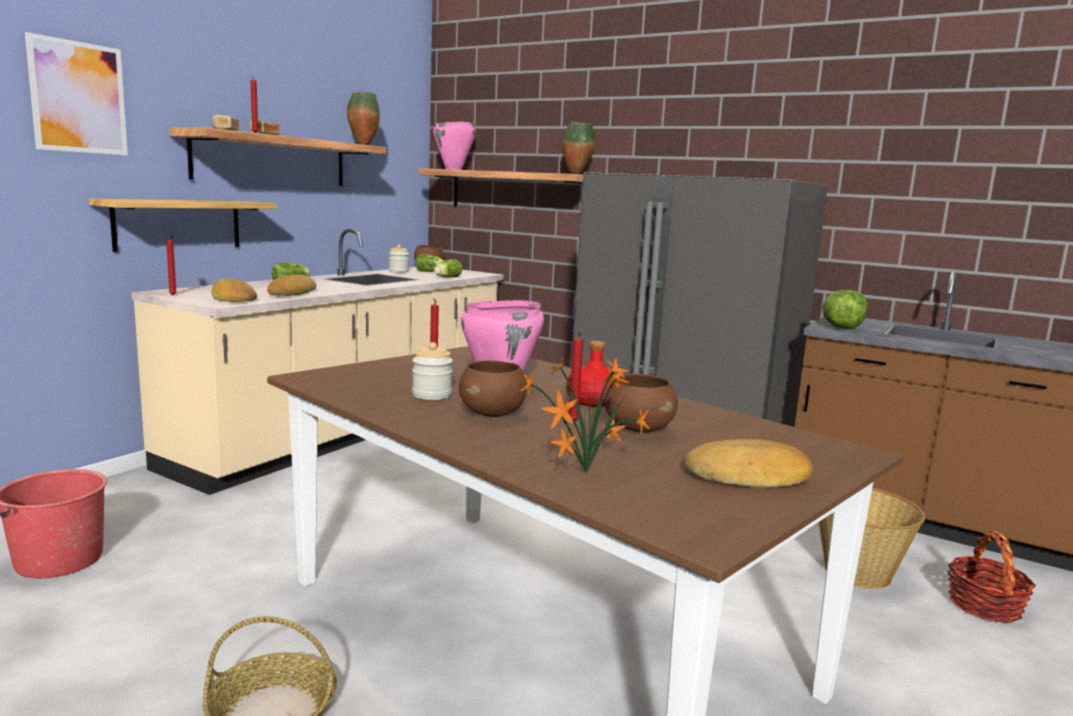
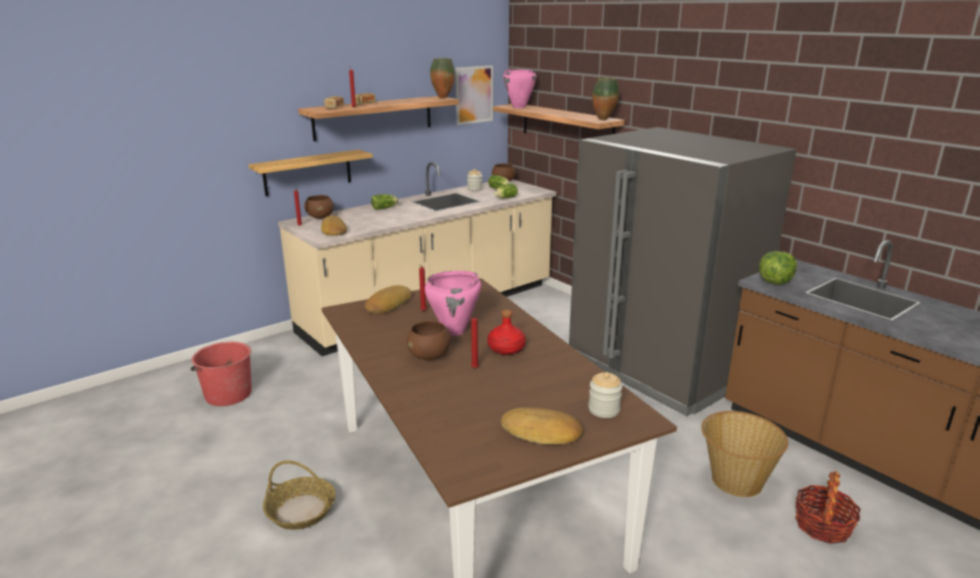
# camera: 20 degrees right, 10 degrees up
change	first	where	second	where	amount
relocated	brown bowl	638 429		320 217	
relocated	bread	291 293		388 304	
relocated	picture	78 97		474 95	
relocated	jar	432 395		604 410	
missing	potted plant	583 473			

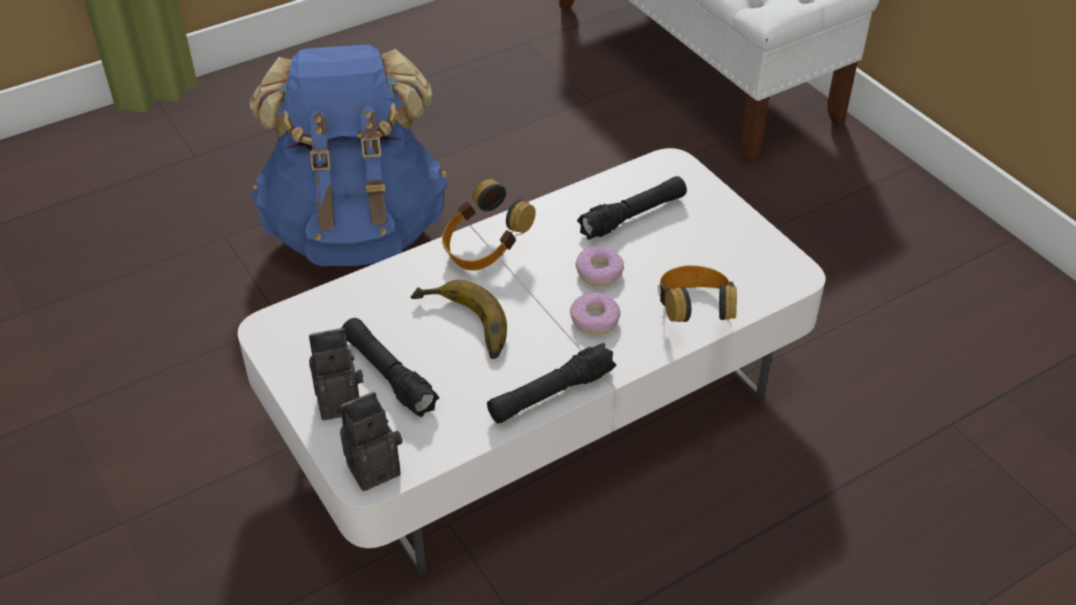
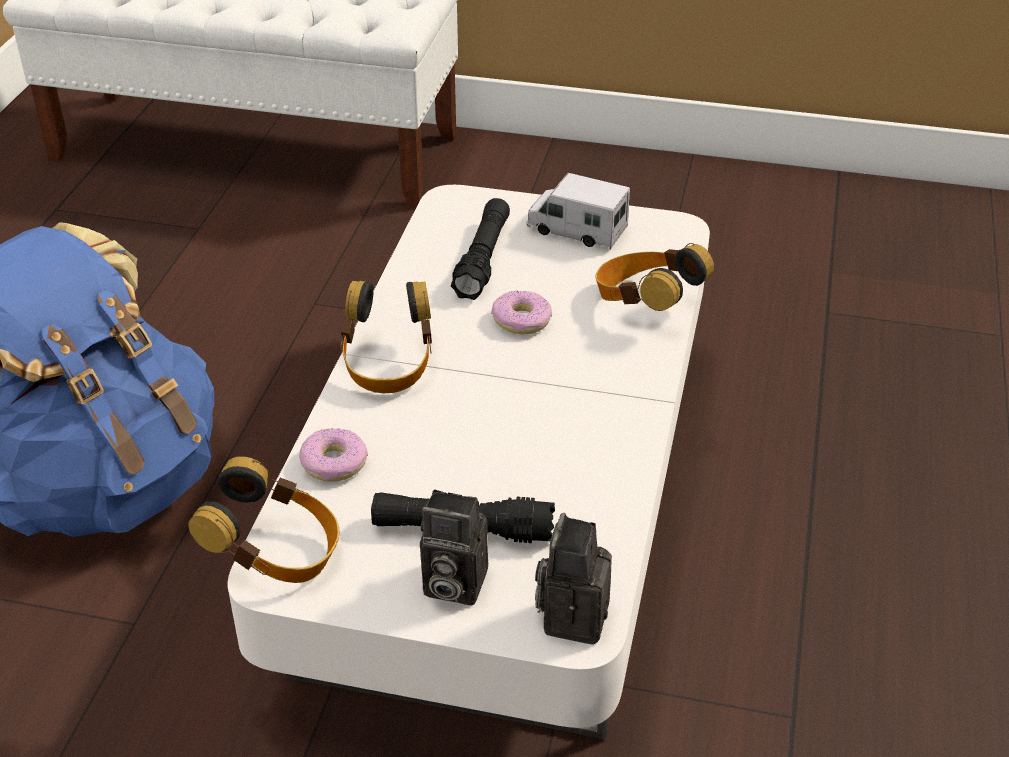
# camera: 45 degrees left, 5 degrees down
change	first	where	second	where	amount
appeared			headphones	276 554	
relocated	donut	594 319		333 463	
spun	photo camera	341 400		450 584	105 degrees counterclockwise
appeared			toy truck	576 230	
missing	banana	460 327			
missing	black flashlight	551 394			

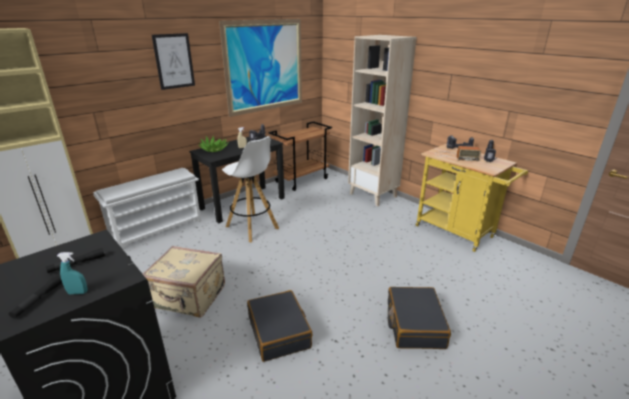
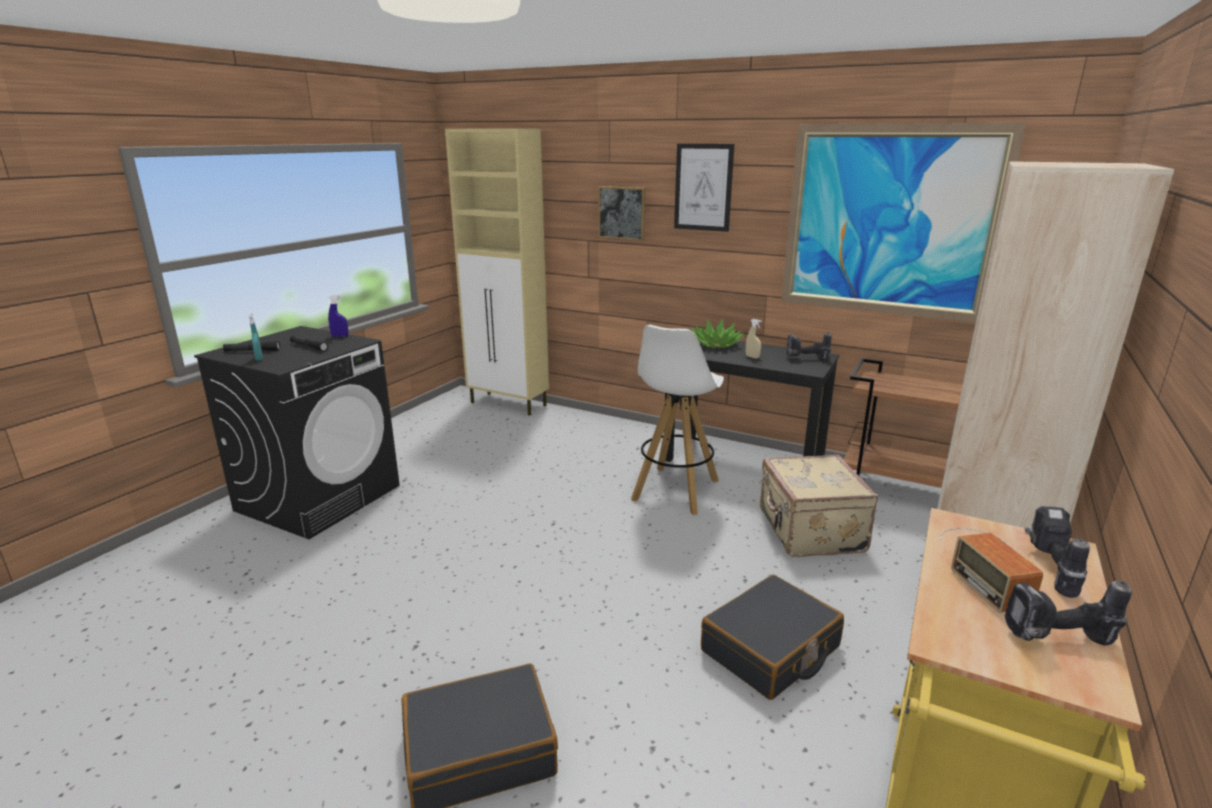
# camera: 70 degrees right, 5 degrees down
change	first	where	second	where	amount
appeared			blue spray bottle	340 336	
appeared			picture	622 213	
relocated	black suitcase	279 332		770 650	
relocated	beige suitcase	188 297		809 531	
missing	white shoe rack	158 229			

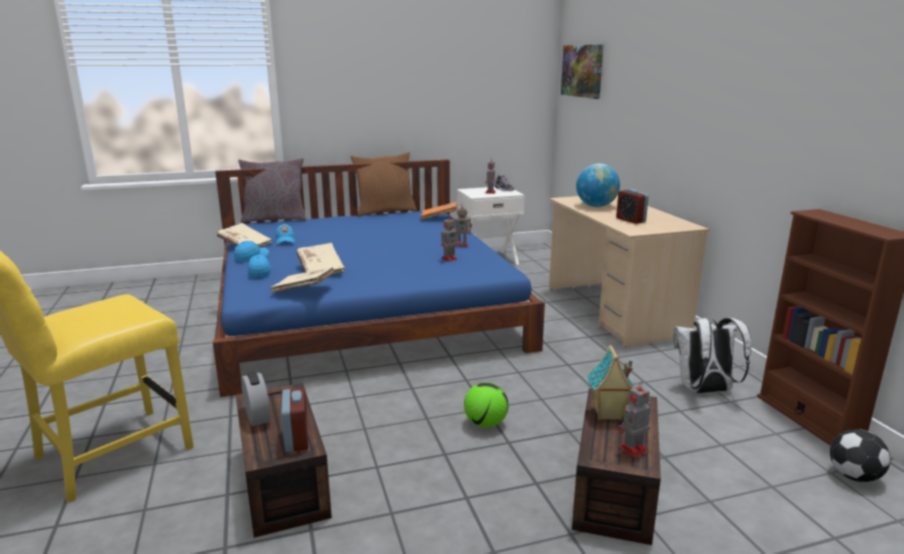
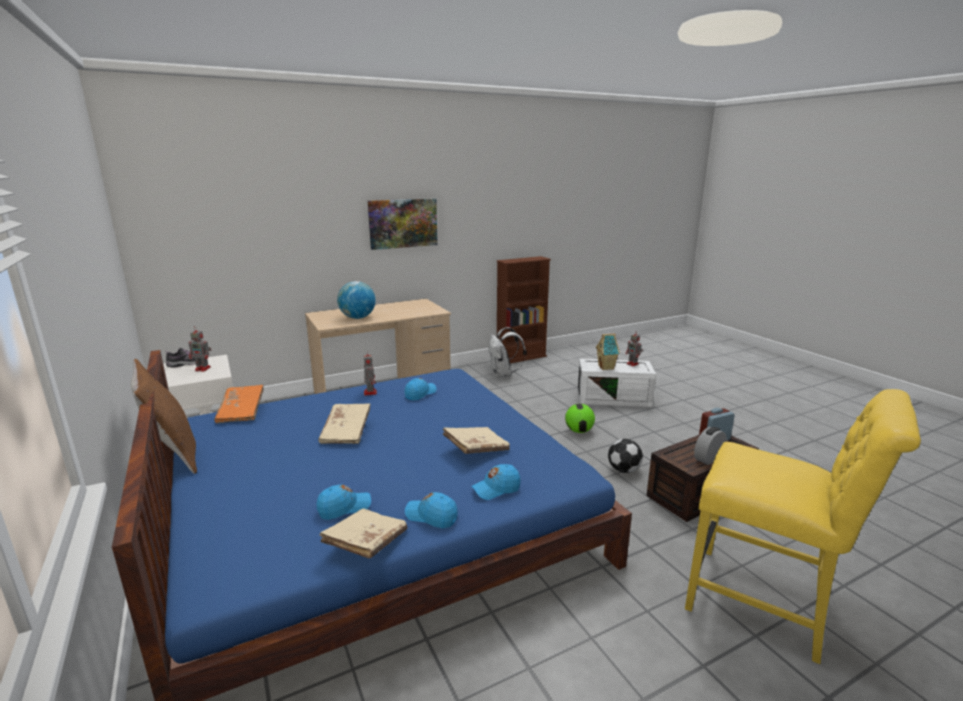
# camera: 100 degrees left, 0 degrees up
change	first	where	second	where	amount
relocated	beige book	304 289		346 432	
relocated	picture	582 71		403 223	
exchanged	toy robot	449 258	blue cap	420 394	
colour	brown storage box	616 490	white storage box	614 397	
relocated	football	854 476		623 469	
missing	grey pillow	275 219			
missing	alarm clock	630 220			

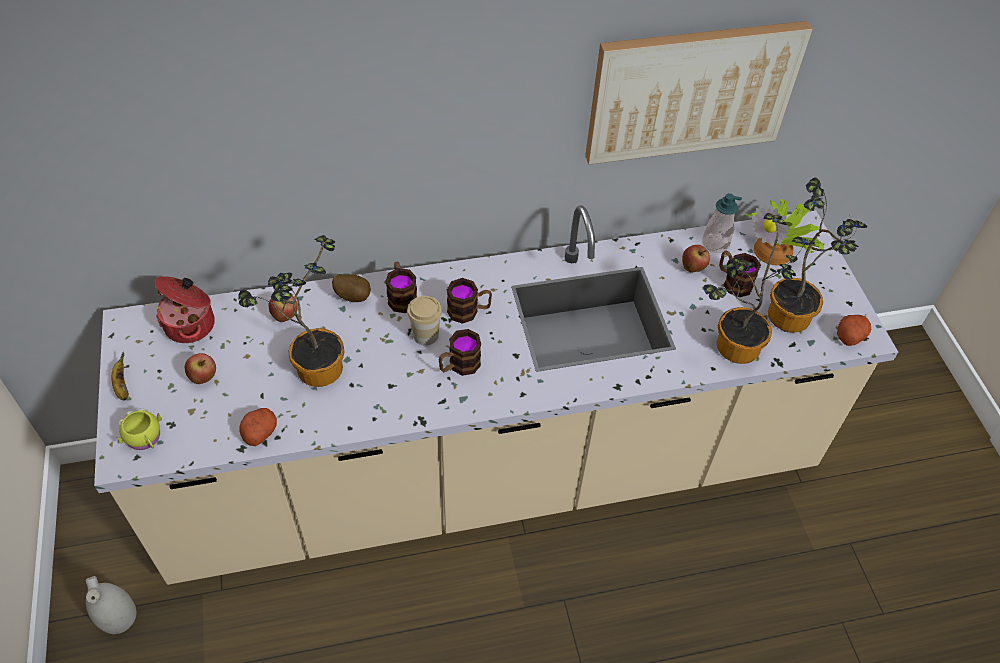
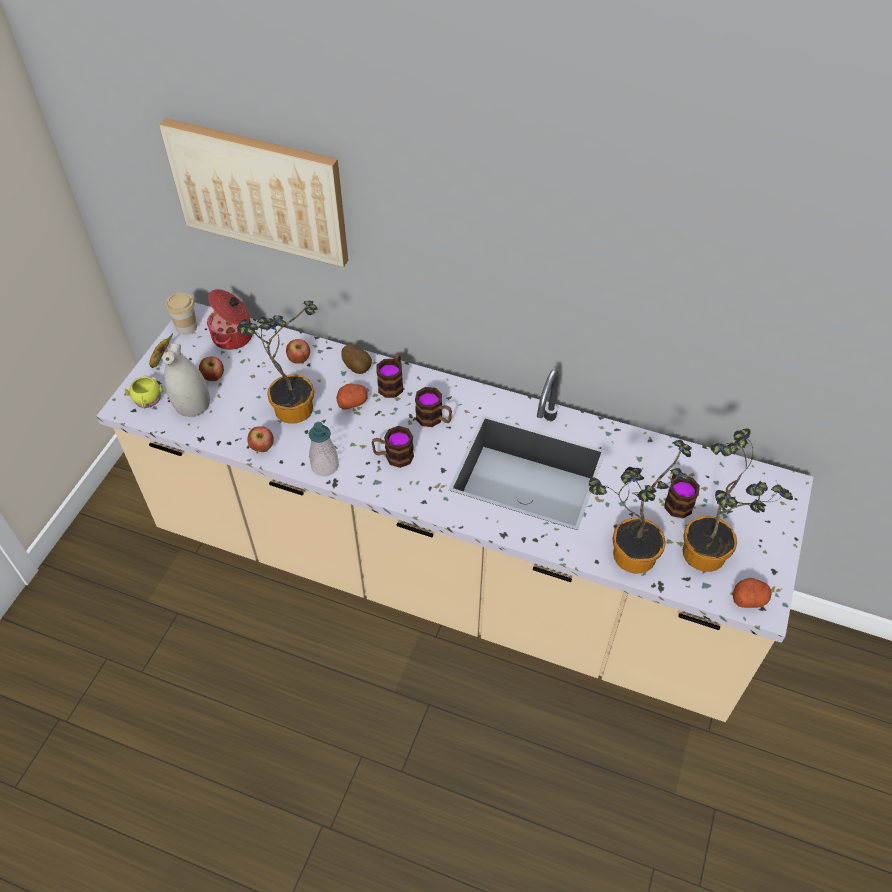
# camera: 35 degrees right, 0 degrees up
change	first	where	second	where	amount
relocated	picture	691 91		259 191	
relocated	white vase	119 619		192 406	
relocated	cup	425 335		186 327	
relocated	apple	693 268		262 448	
relocated	soap dispenser	715 243		325 466	
relocated	potato	260 432		352 402	
missing	potted plant	776 250			

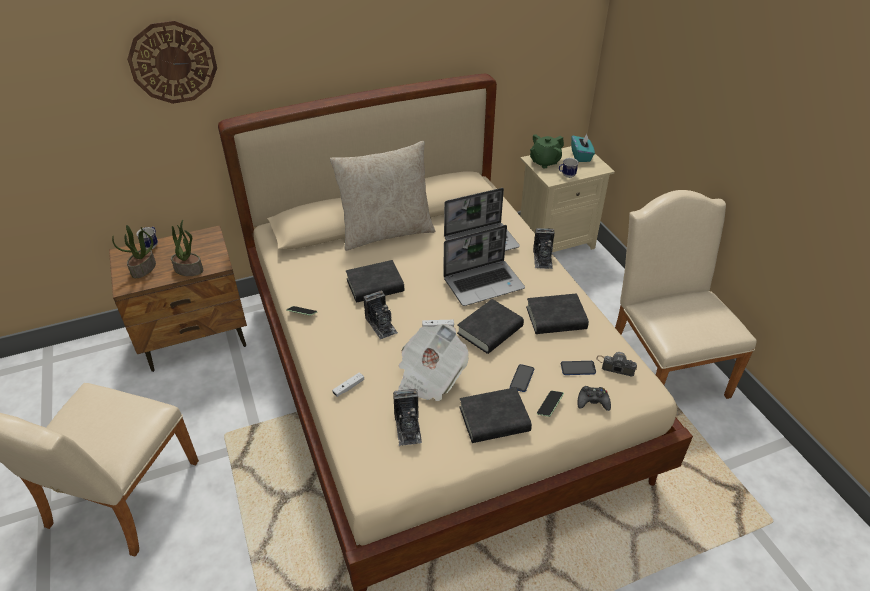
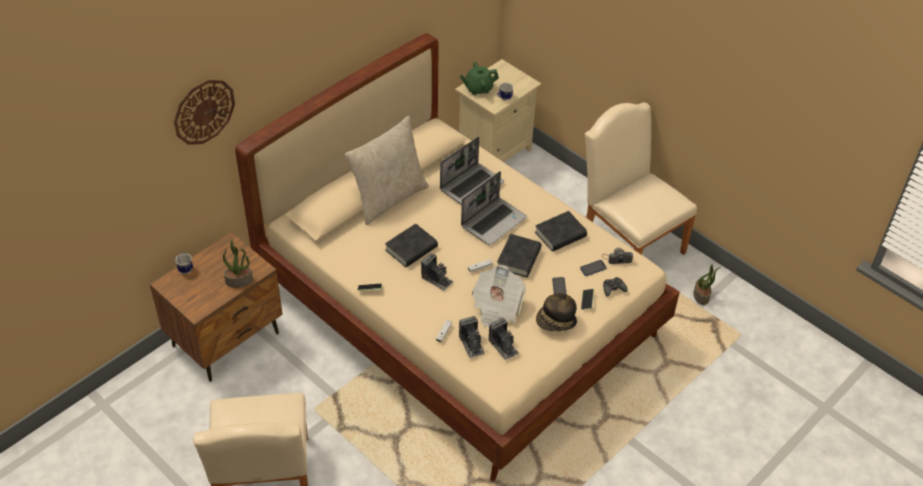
# camera: 25 degrees left, 5 degrees up
change	first	where	second	where	amount
relocated	photo camera	542 258		471 344	
spun	green teapot	544 162		478 88	45 degrees clockwise
exchanged	black book	494 419	hat	556 322	
relocated	potted plant	144 269		701 296	
missing	turquoise tissue box	581 156			

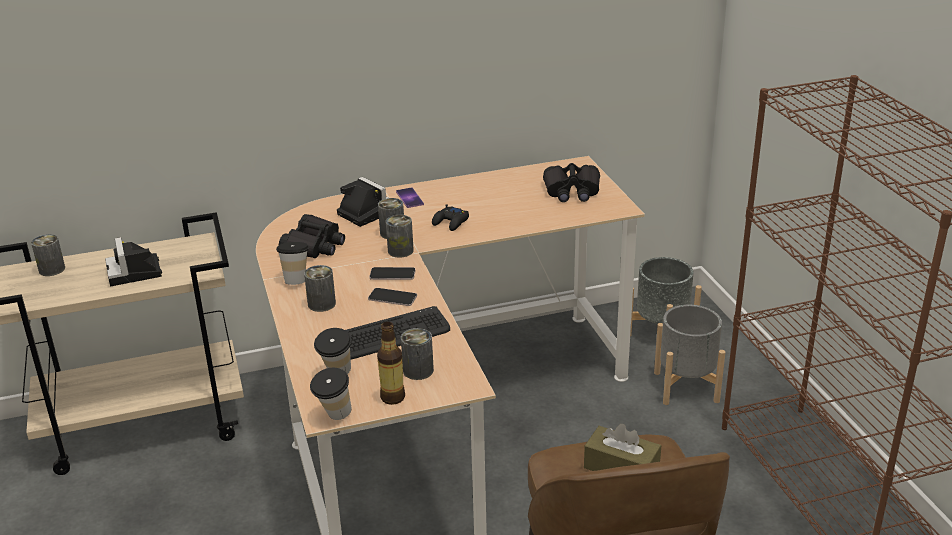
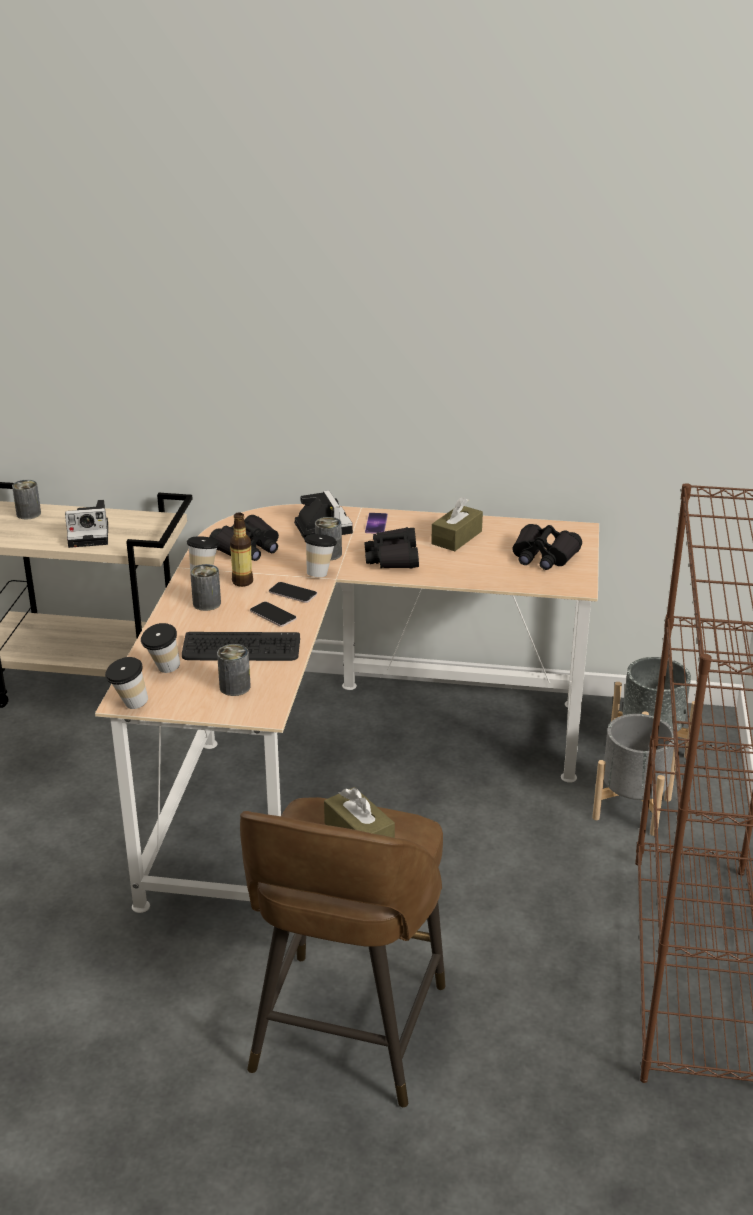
# camera: 25 degrees right, 0 degrees up
change	first	where	second	where	amount
spun	photo camera	135 273		91 534	105 degrees counterclockwise
relocated	bottle	392 397		242 582	
exchanged	can	400 251	cup	320 573	
exchanged	black game controller	451 222	black binoculars	393 557	
appeared			brown tissue box	456 537	

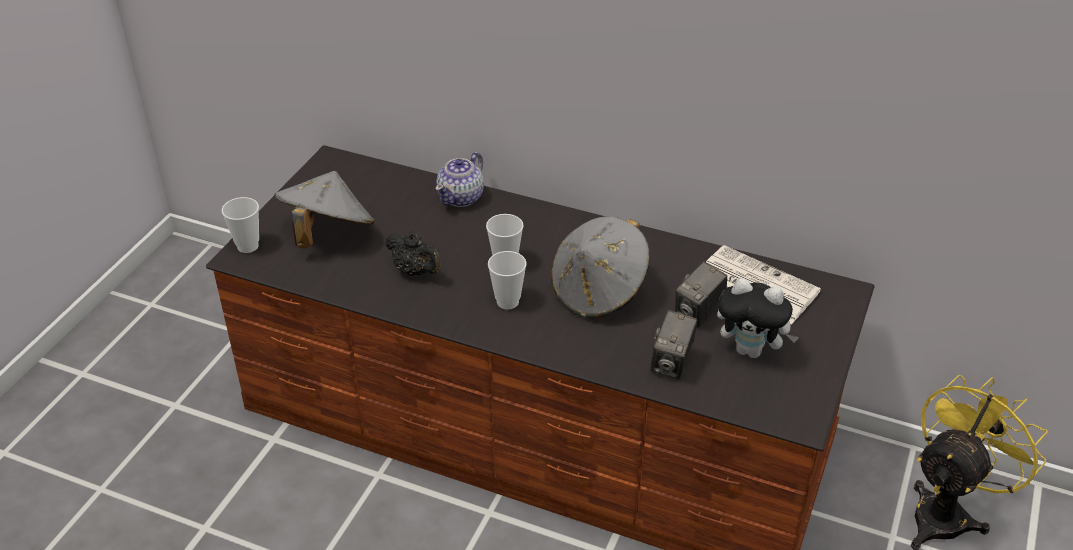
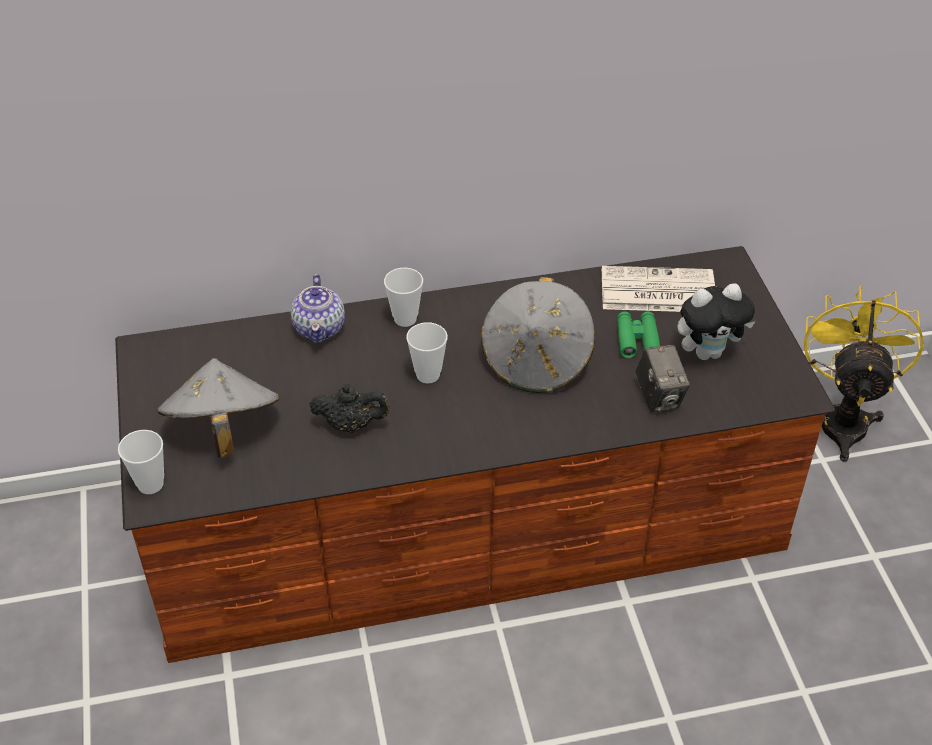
# camera: 35 degrees left, 5 degrees up
change	first	where	second	where	amount
relocated	cup	507 302		405 319	
exchanged	photo camera	699 313	green binoculars	637 339	

